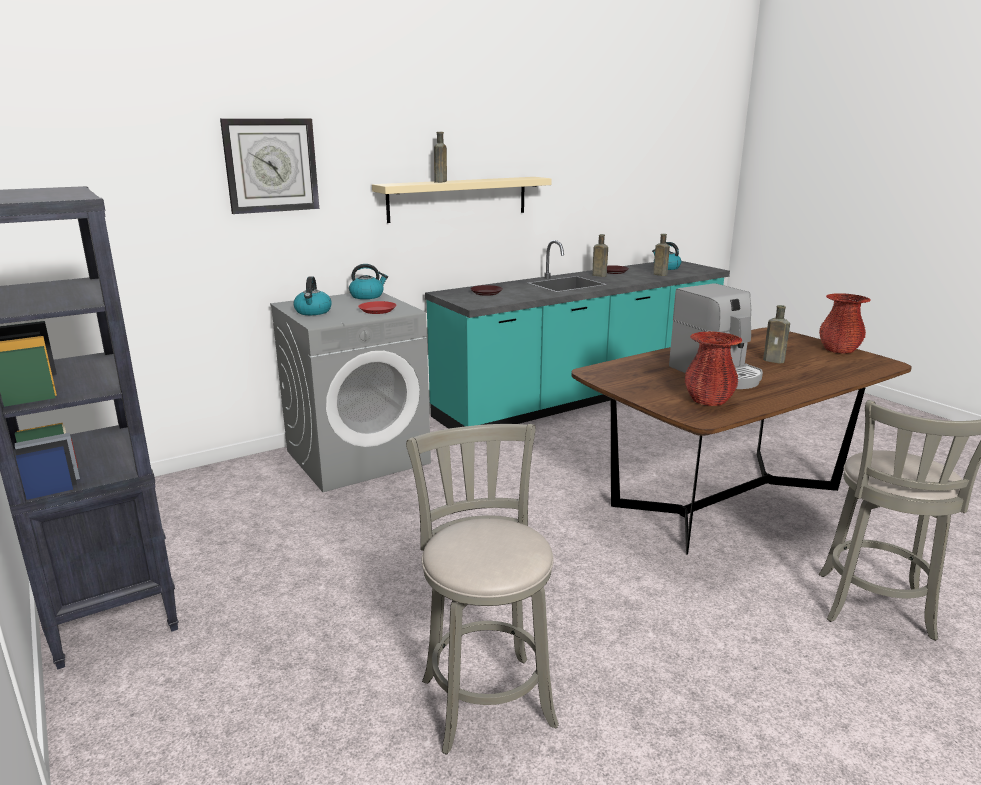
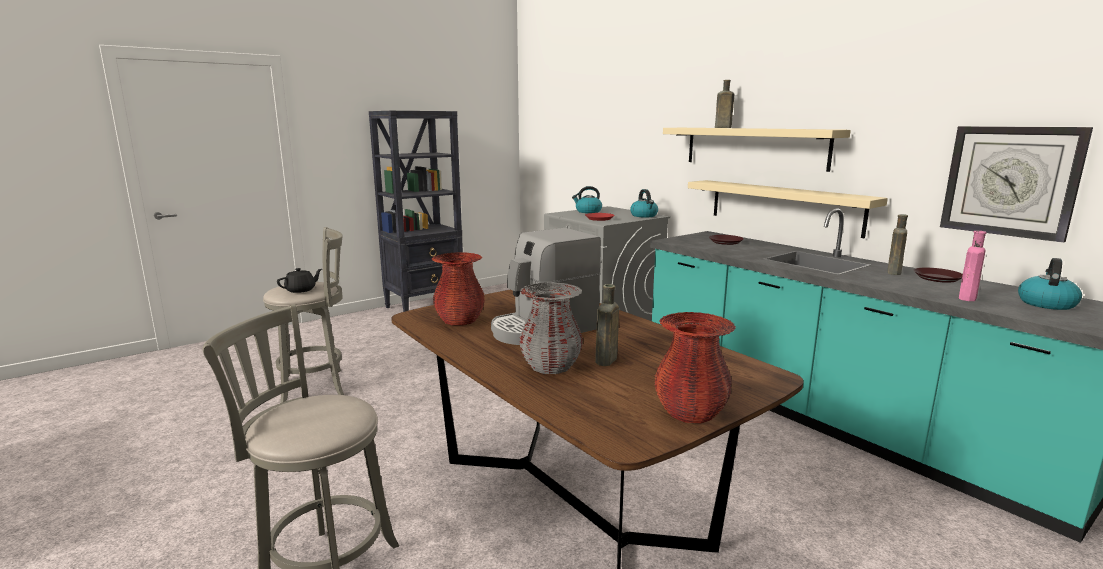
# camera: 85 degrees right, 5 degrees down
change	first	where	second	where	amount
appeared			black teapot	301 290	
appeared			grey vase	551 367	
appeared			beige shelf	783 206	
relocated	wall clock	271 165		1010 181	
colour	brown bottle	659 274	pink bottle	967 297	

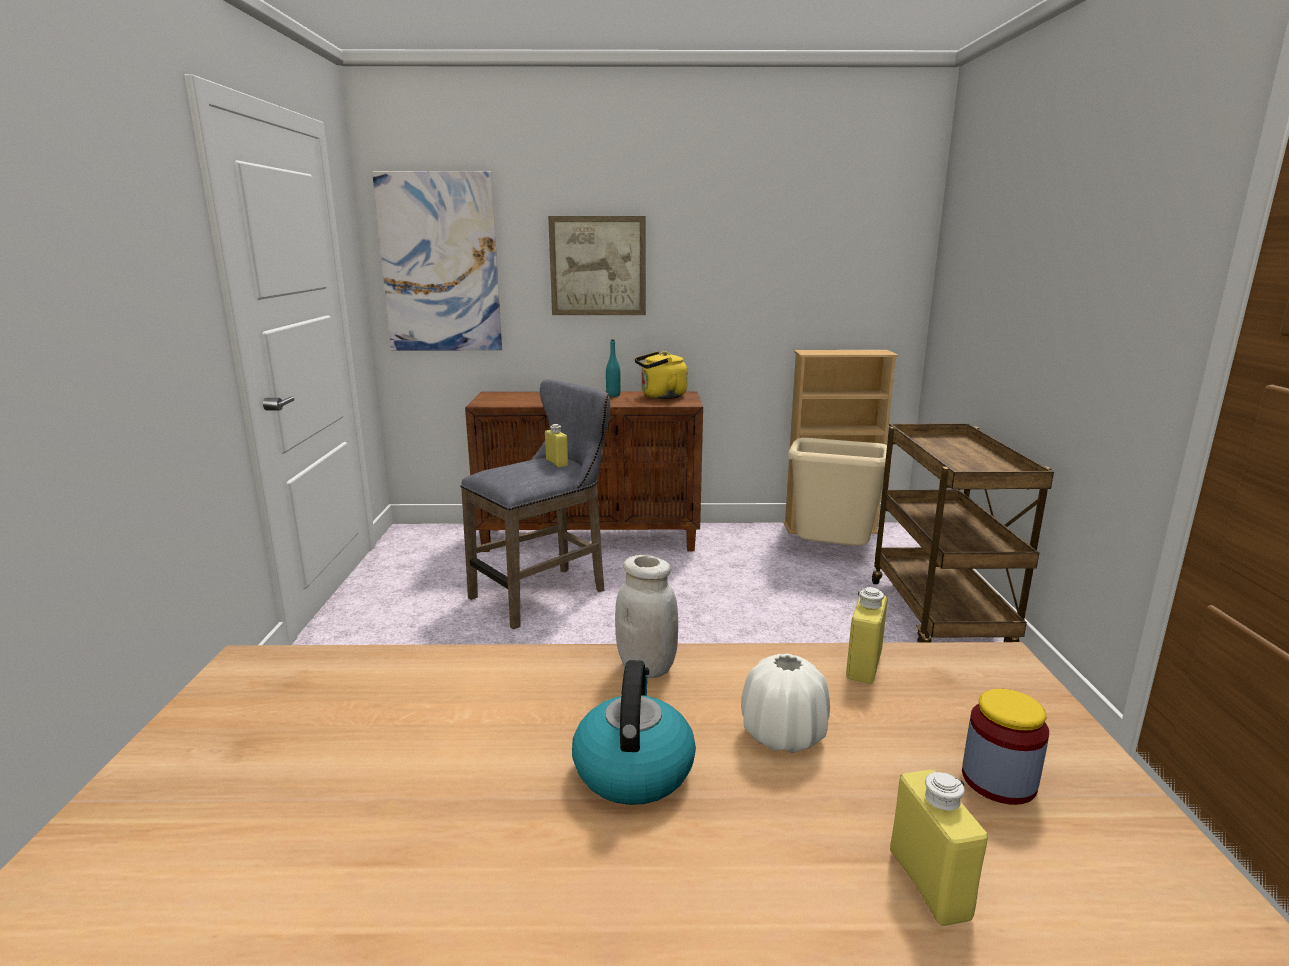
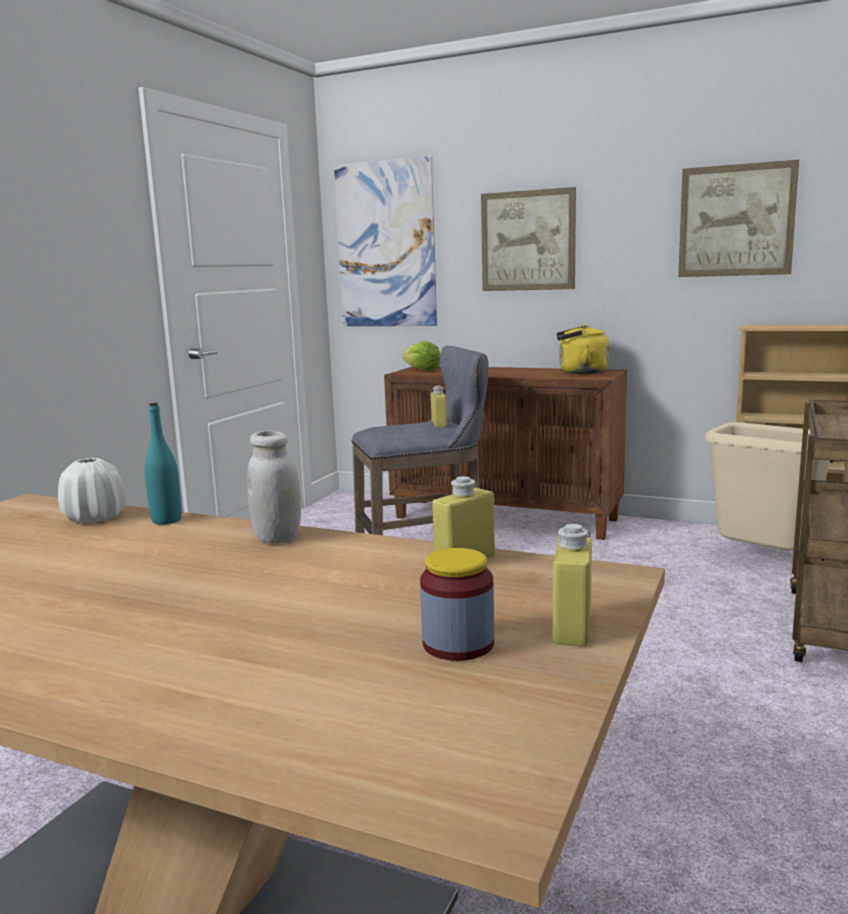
# camera: 25 degrees right, 5 degrees down
change	first	where	second	where	amount
relocated	white vase	783 735		95 518	
relocated	turquoise bottle	613 395		166 520	
appeared			lettuce	421 370	
relocated	yellow bottle	929 884		572 628	
appeared			picture	736 221	
missing	kettle	633 768			

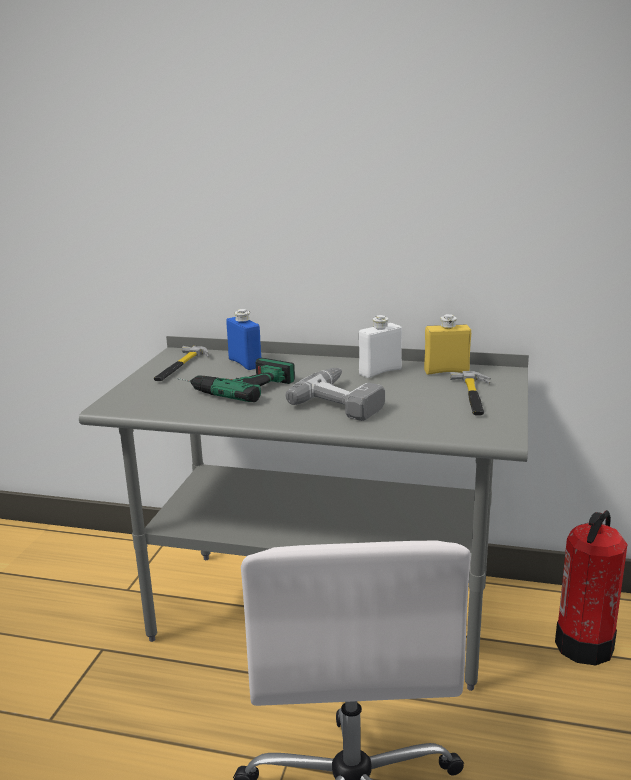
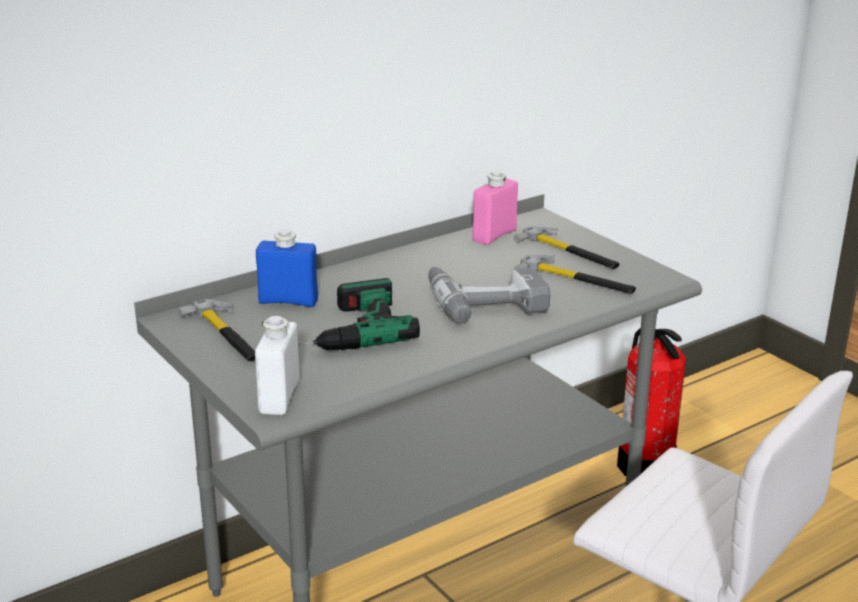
# camera: 50 degrees left, 5 degrees up
change	first	where	second	where	amount
relocated	white bottle	380 372		279 397	
colour	yellow bottle	446 371	pink bottle	494 235	
appeared			hammer	577 280	

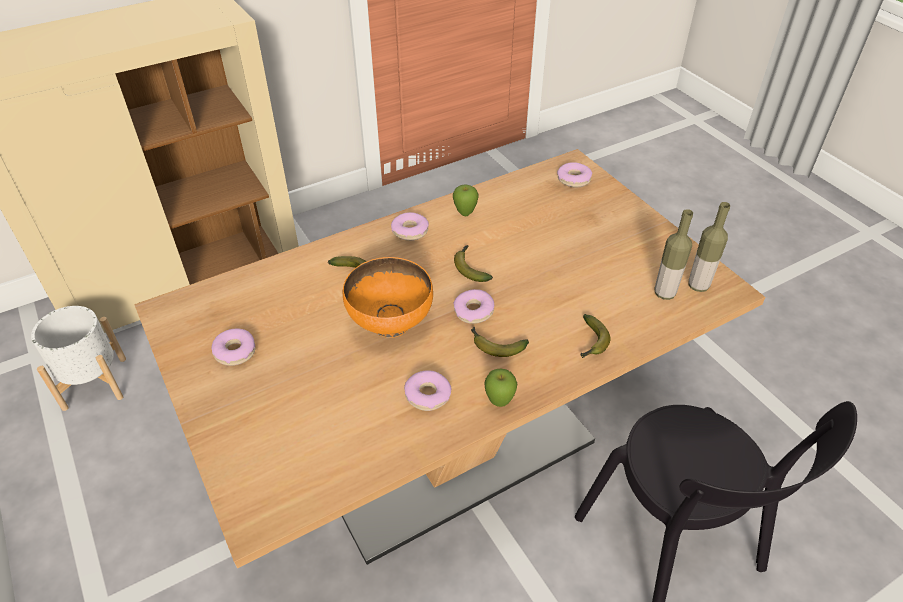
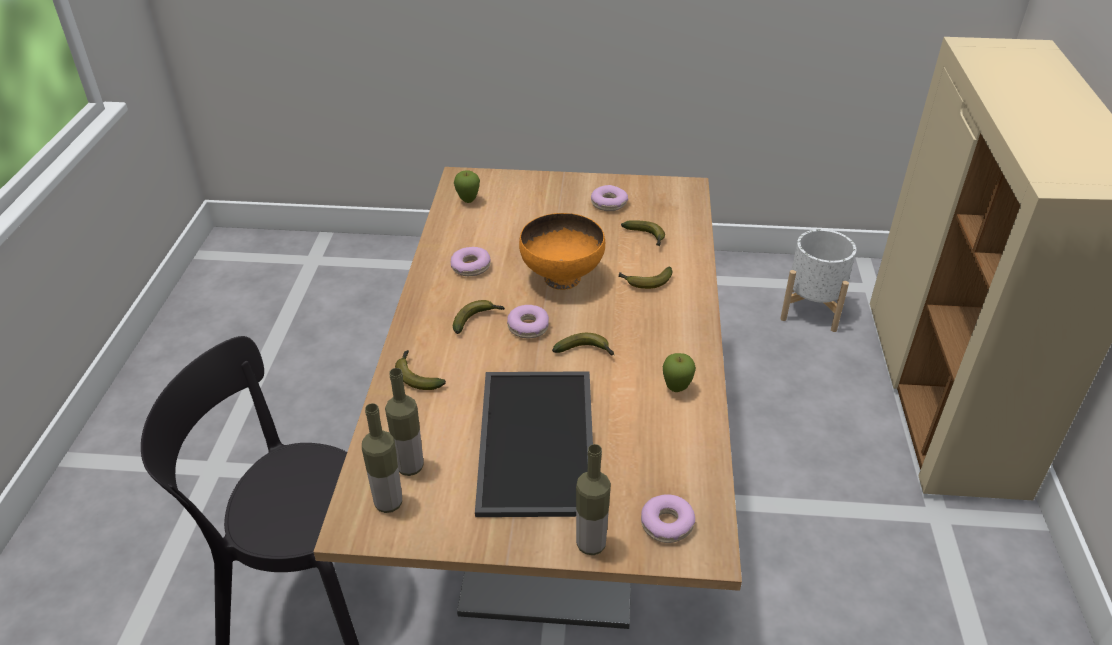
# camera: 125 degrees right, 5 degrees down
change	first	where	second	where	amount
relocated	apple	499 402		468 201	
appeared			tray	539 442	
appeared			bottle	591 544	
appeared			banana	646 237	
missing	donut	410 231			

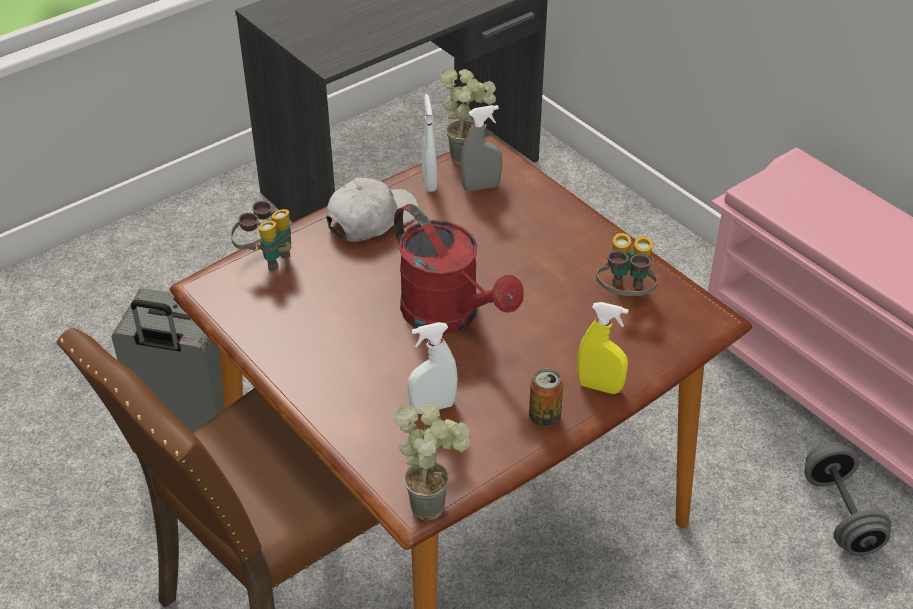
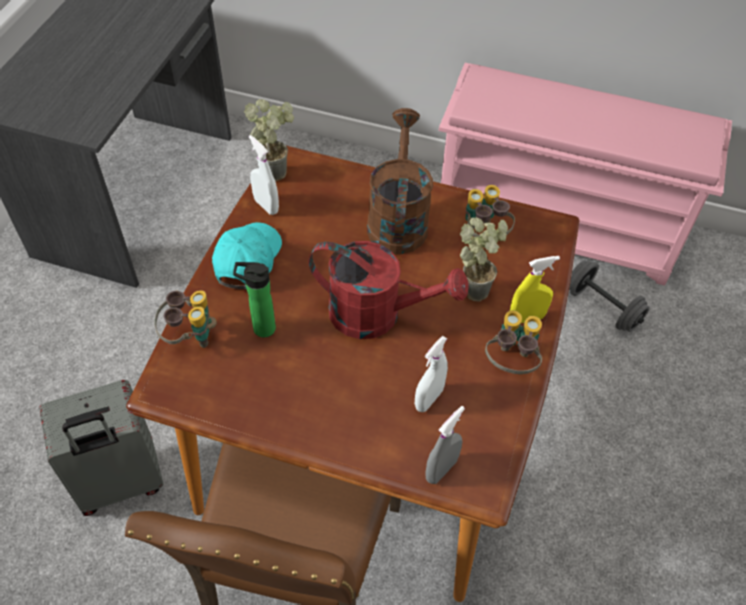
# camera: 35 degrees left, 10 degrees up
change	first	where	second	where	amount
colour	white cap	371 219	turquoise cap	247 260	
appeared			bottle	260 328	
appeared			brown watering can	397 219	
relocated	grey spray bottle	481 187		441 469	
relocated	potted plant	435 501		477 286	
exchanged	can	544 416	binoculars	511 363	

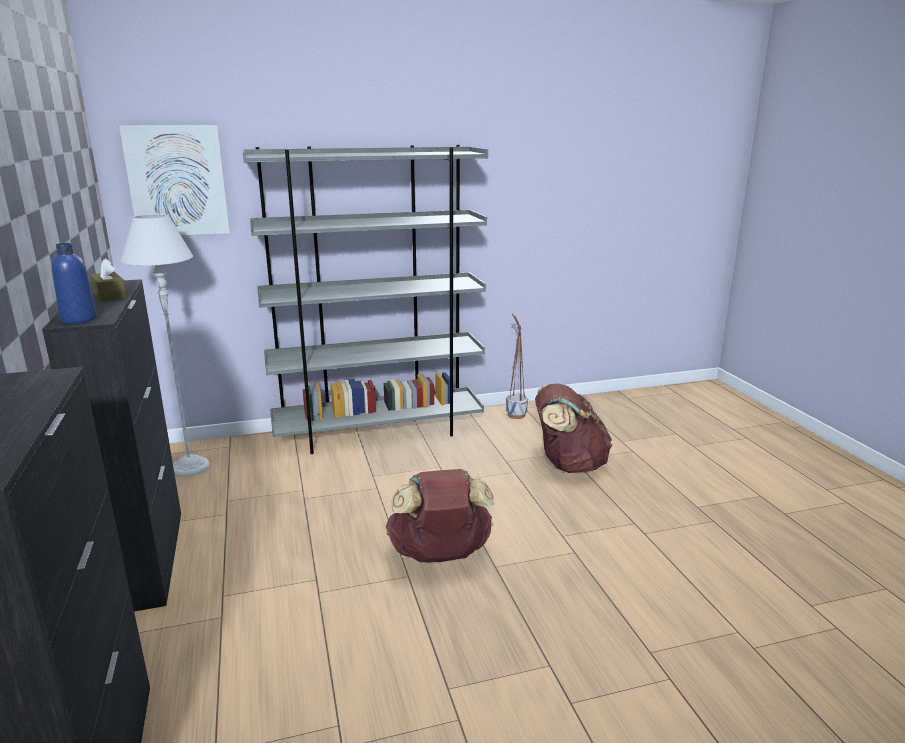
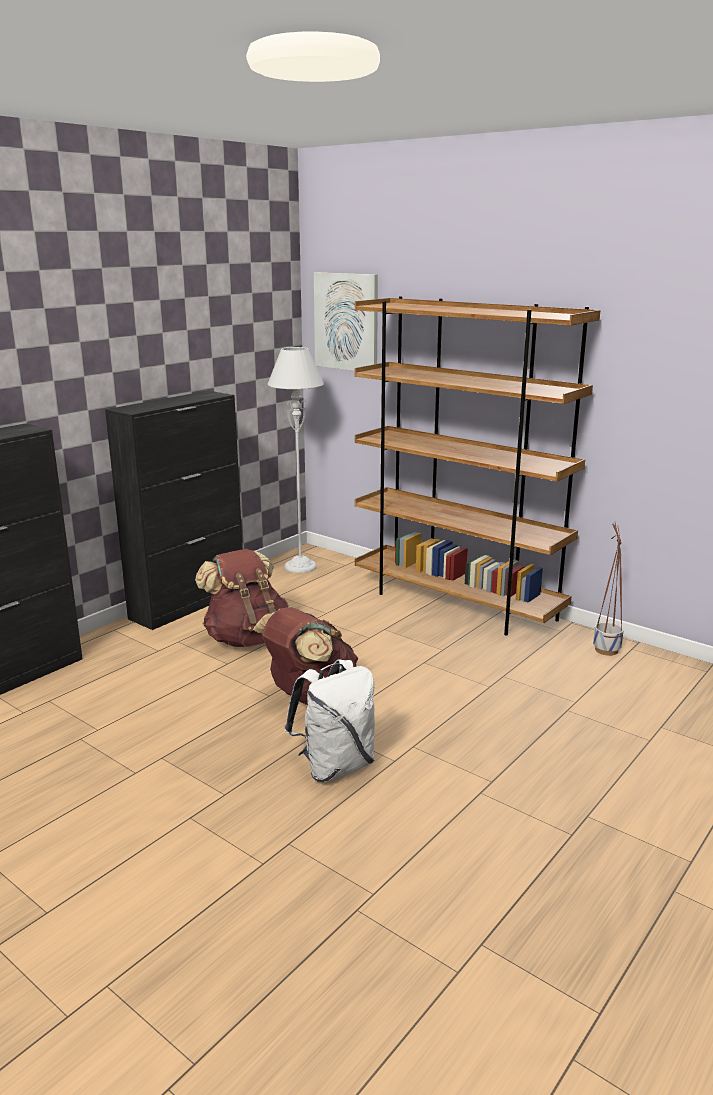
# camera: 55 degrees right, 0 degrees up
change	first	where	second	where	amount
relocated	brown backpack	568 464		246 638	
appeared			white backpack	335 766	
colour	grey bookcase	379 432	brown bookcase	456 604	
missing	blue bottle	79 319			
missing	brown tissue box	110 295			

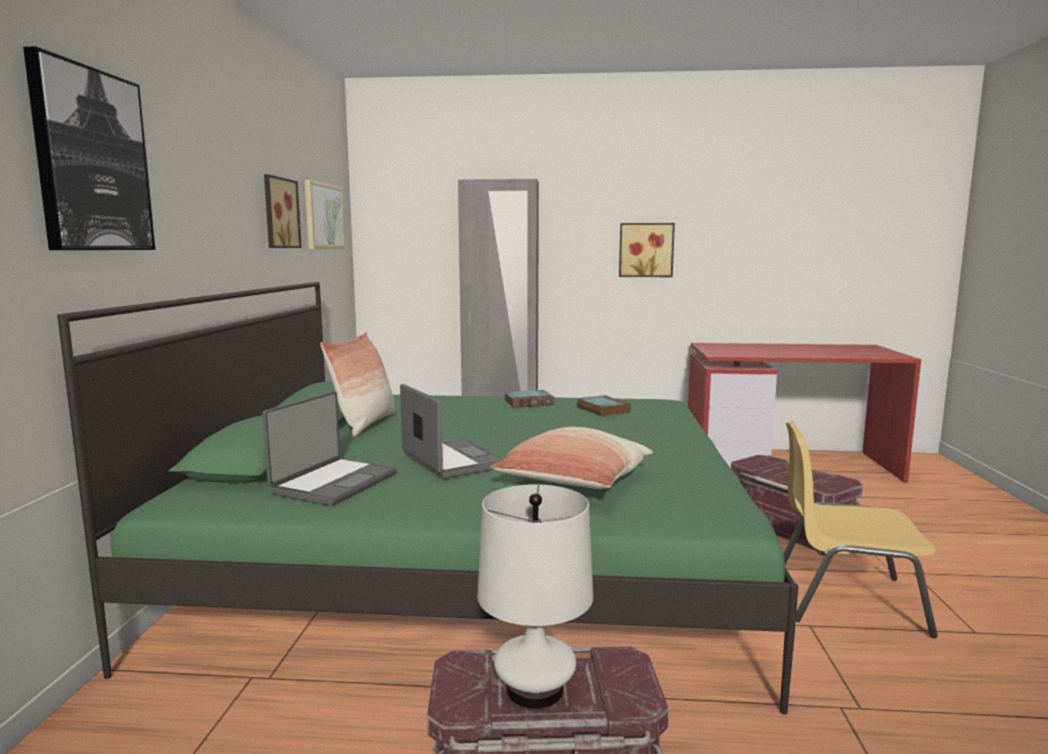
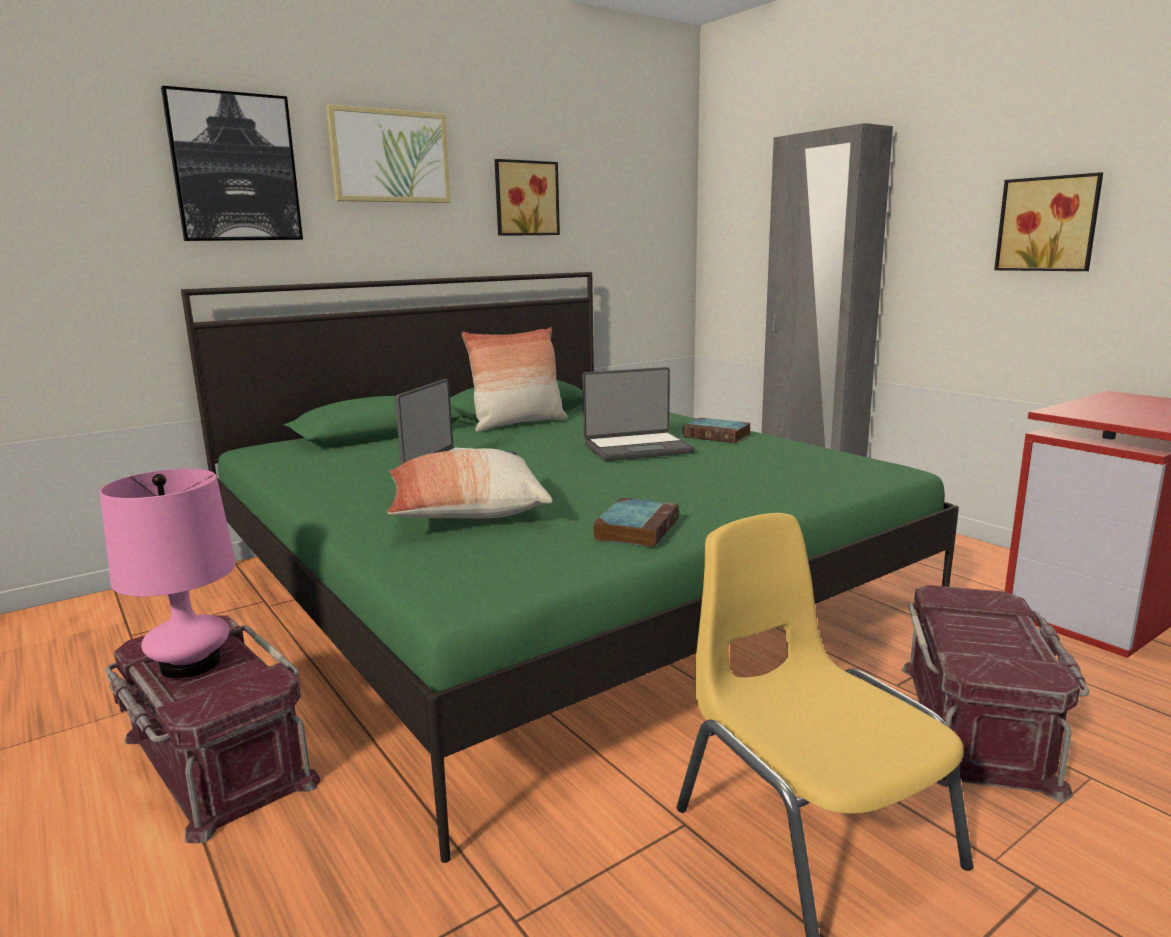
# camera: 50 degrees right, 5 degrees up
change	first	where	second	where	amount
colour	white table lamp	534 690	pink table lamp	190 664	
relocated	picture	323 216		390 156	
relocated	laptop	333 483		637 448	
relocated	book	602 410		636 528	

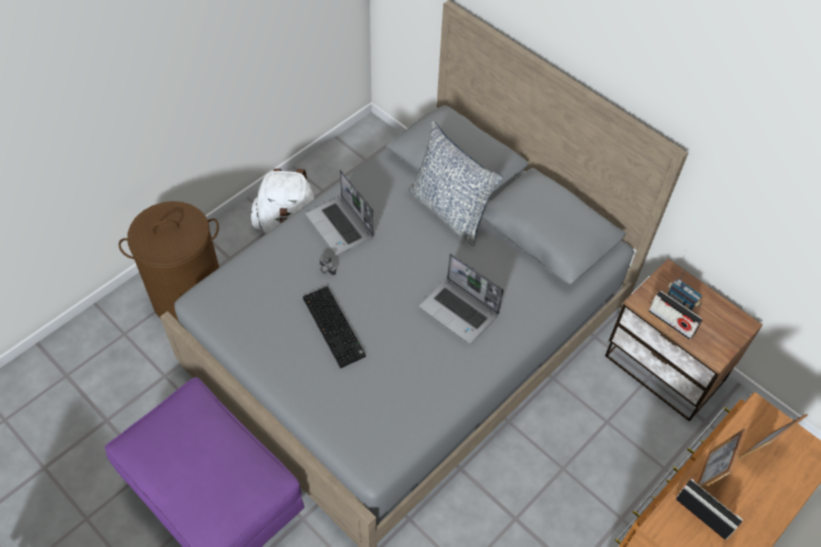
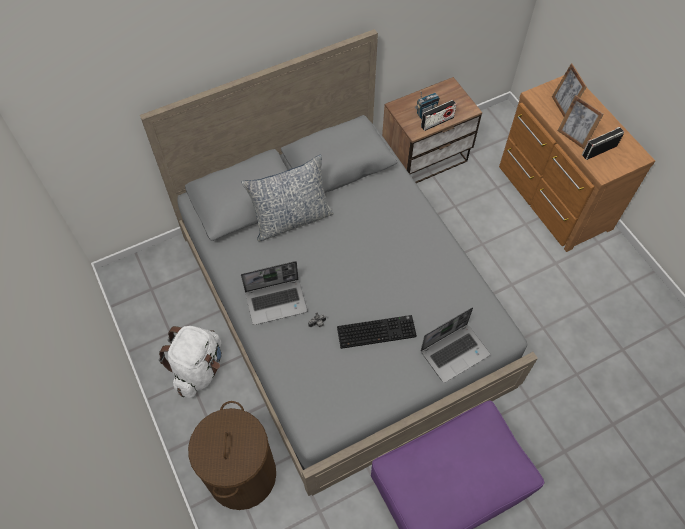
# camera: 70 degrees left, 5 degrees up
change	first	where	second	where	amount
relocated	laptop	460 311		455 352	

